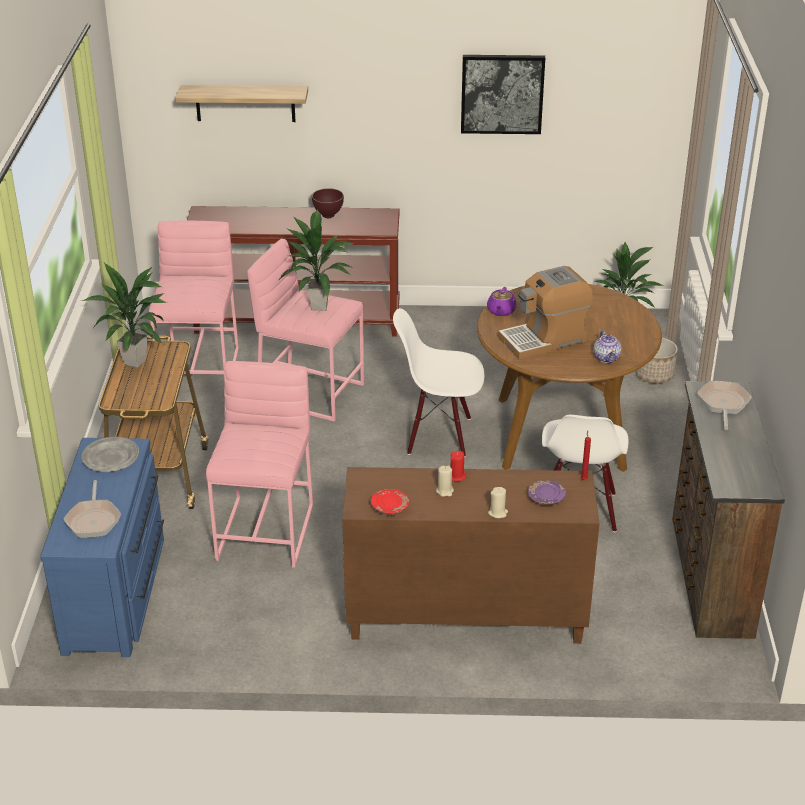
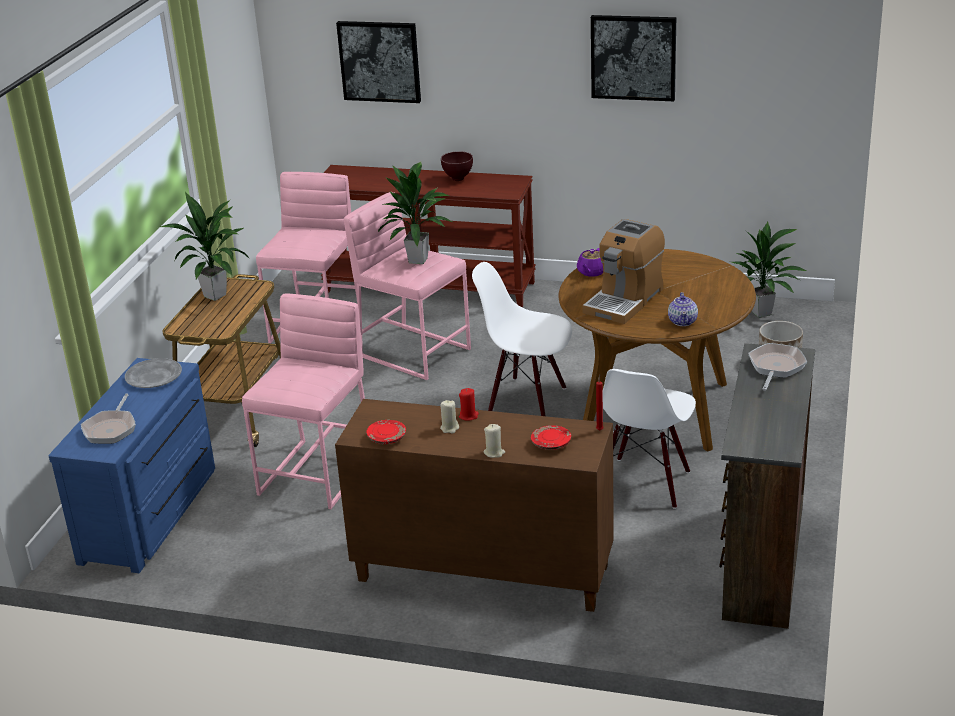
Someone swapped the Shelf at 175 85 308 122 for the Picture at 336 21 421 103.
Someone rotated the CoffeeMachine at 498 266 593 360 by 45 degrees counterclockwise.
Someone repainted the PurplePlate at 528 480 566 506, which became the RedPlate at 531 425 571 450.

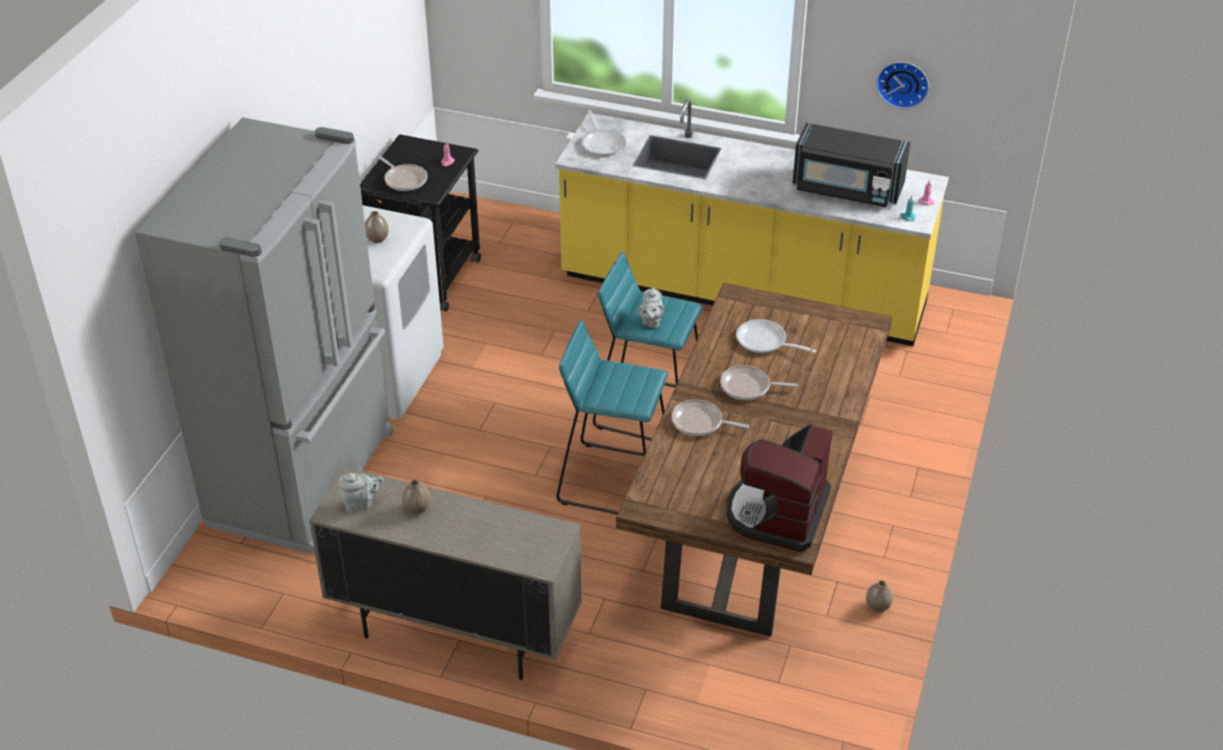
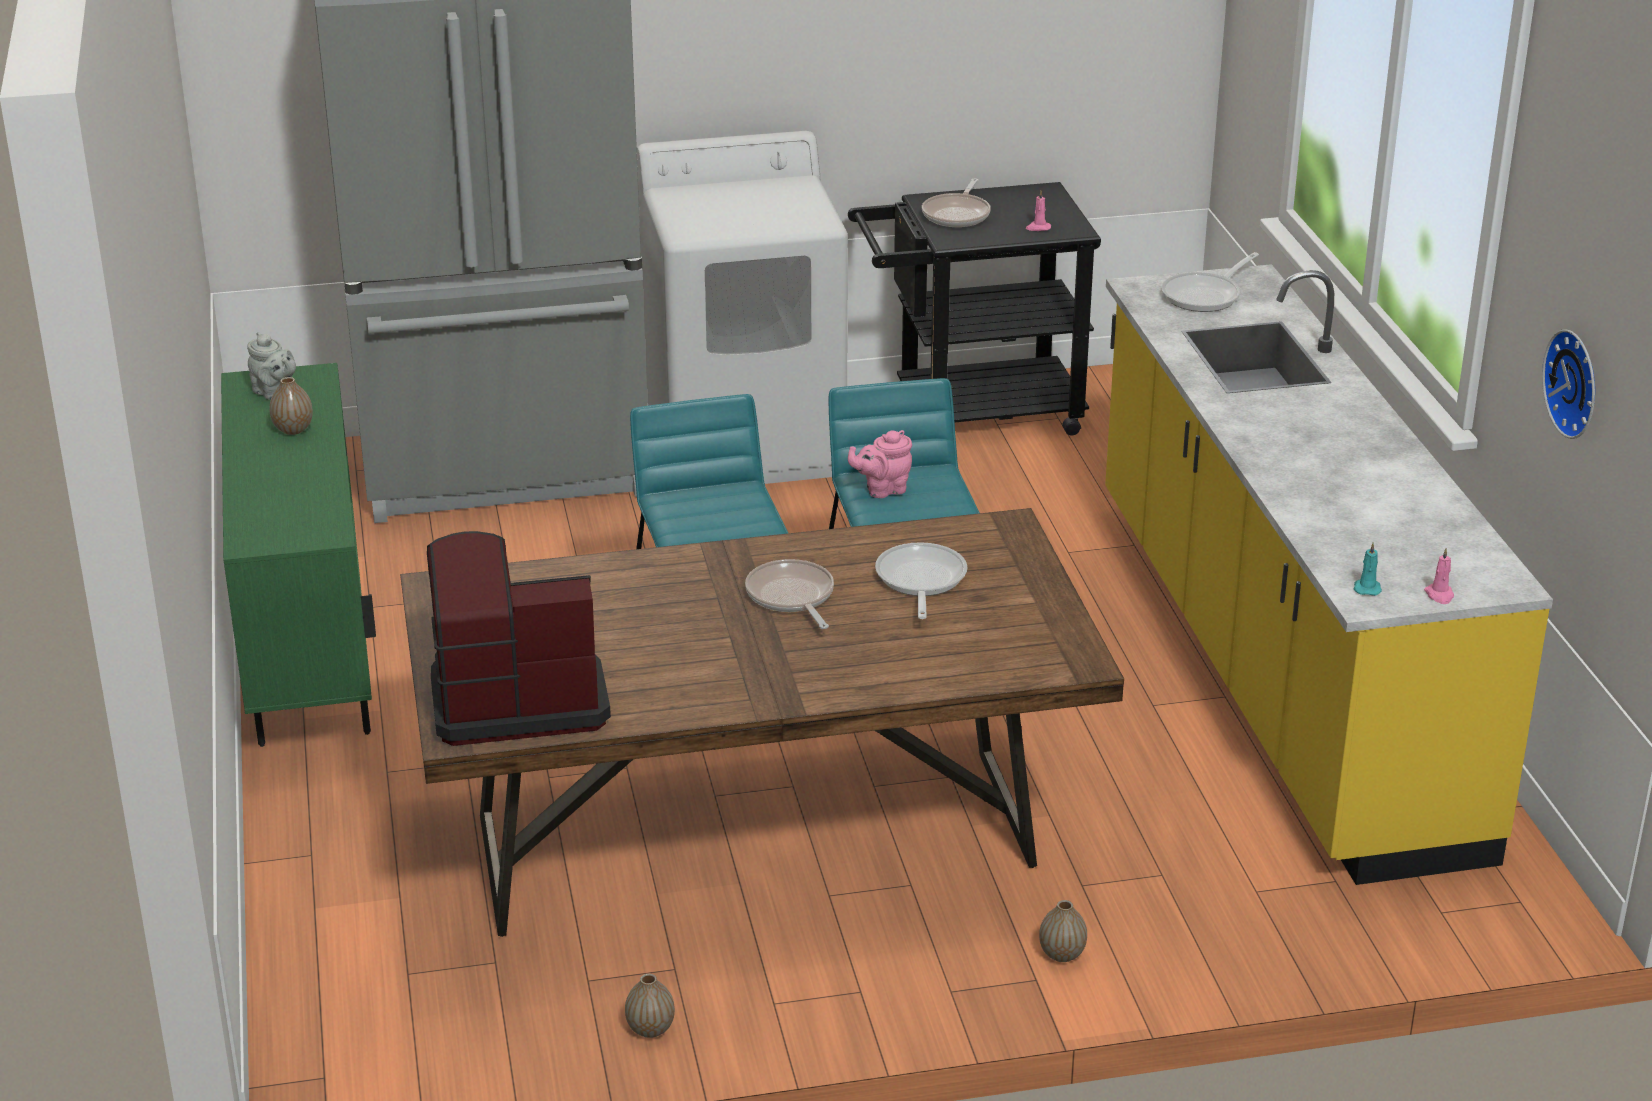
Someone took away the BlackMicrowave at 792 123 911 207.
Someone carried the Vase from 365 211 389 243 to 1039 900 1087 962.
Someone repainted the GreyTeapot at 638 287 664 329, which became the PinkTeapot at 848 430 912 498.
Someone took away the FryingPan at 671 399 749 436.
Someone repainted the BeigeCabinet at 309 467 582 680, which became the GreenCabinet at 221 363 376 747.

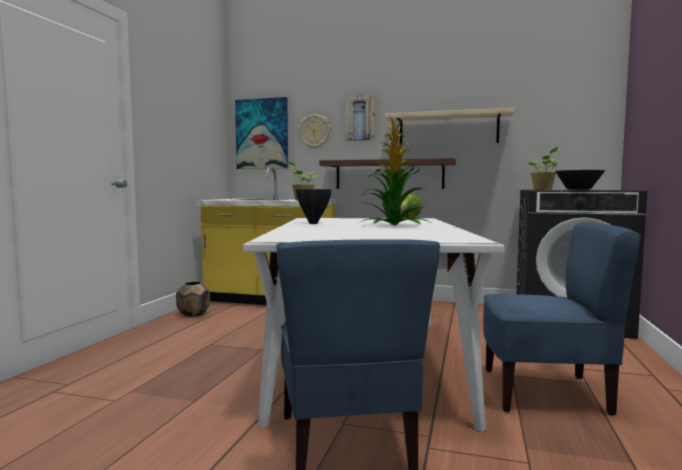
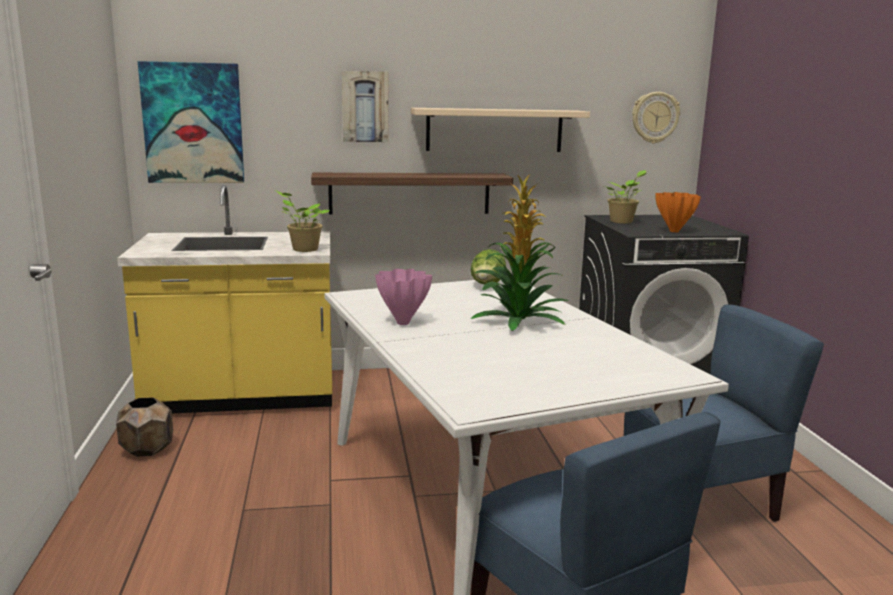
Someone carried the WallClock from 299 114 331 149 to 632 92 680 143.
Someone swapped the BlackBowl at 555 170 606 190 for the OrangeVase at 655 192 701 232.
Someone repainted the BlackVase at 296 189 332 224, which became the PinkVase at 375 269 432 325.

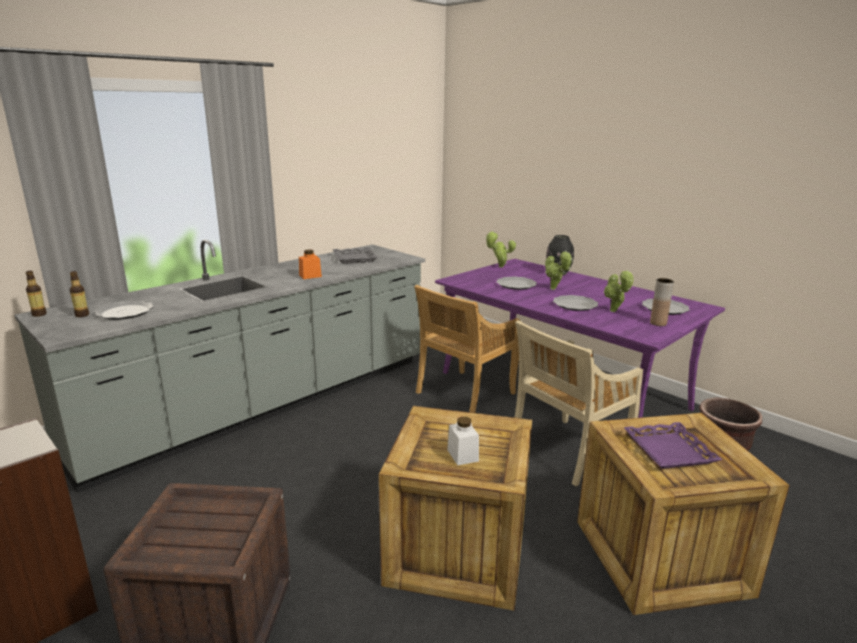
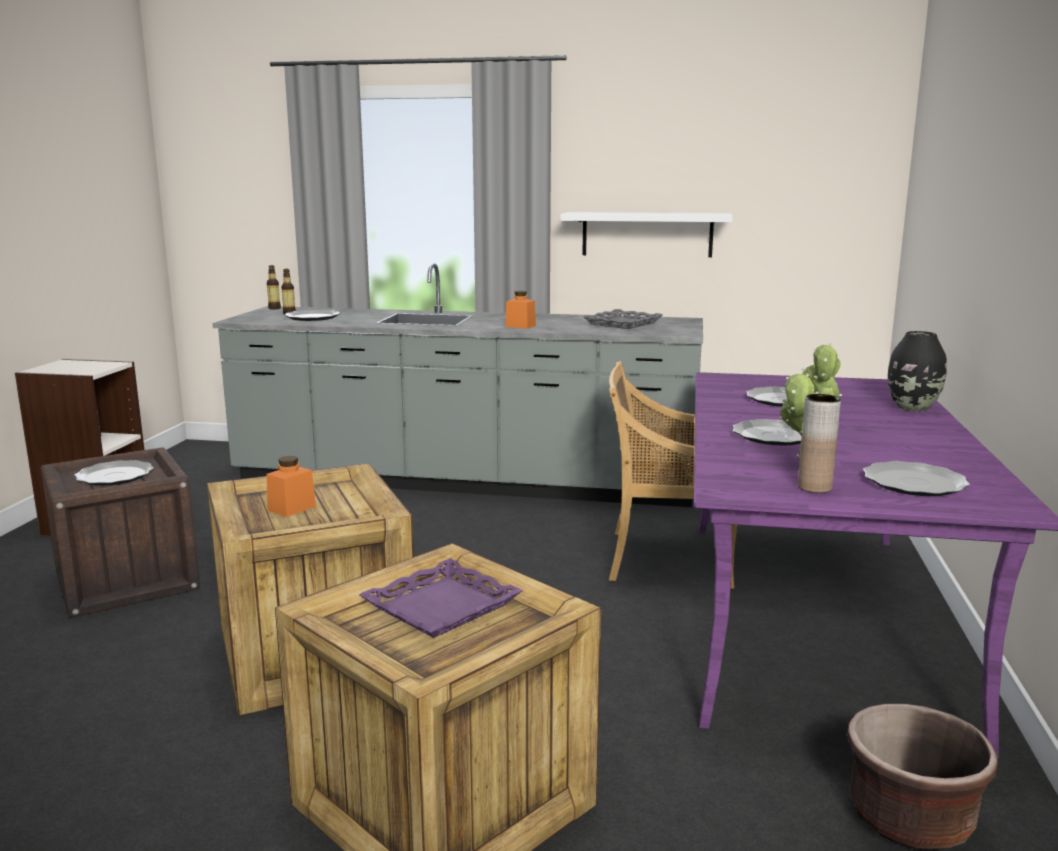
Someone took away the PottedPlant at 485 231 516 268.
Someone took away the BeigeChair at 514 320 643 486.
Someone repainted the WhiteJar at 447 417 479 466, which became the OrangeJar at 266 456 316 517.
Someone put up the WhiteShelf at 561 212 733 257.
Someone put down the Plate at 74 460 154 486.

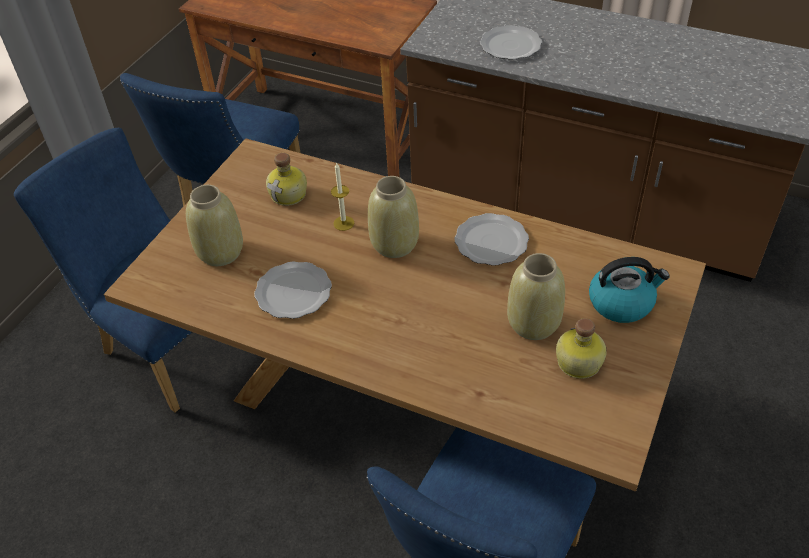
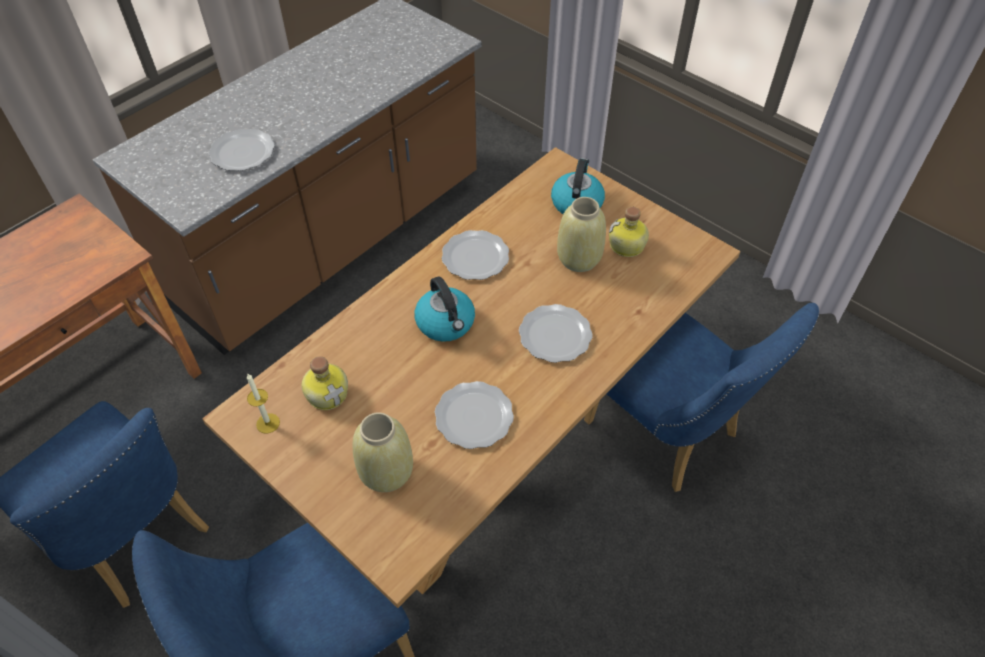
Someone carried the Candle from 331 162 354 231 to 247 374 280 433.
Someone swapped the BeigeVase at 368 176 419 258 for the Kettle at 415 276 475 342.
Someone put down the Plate at 519 304 593 363.

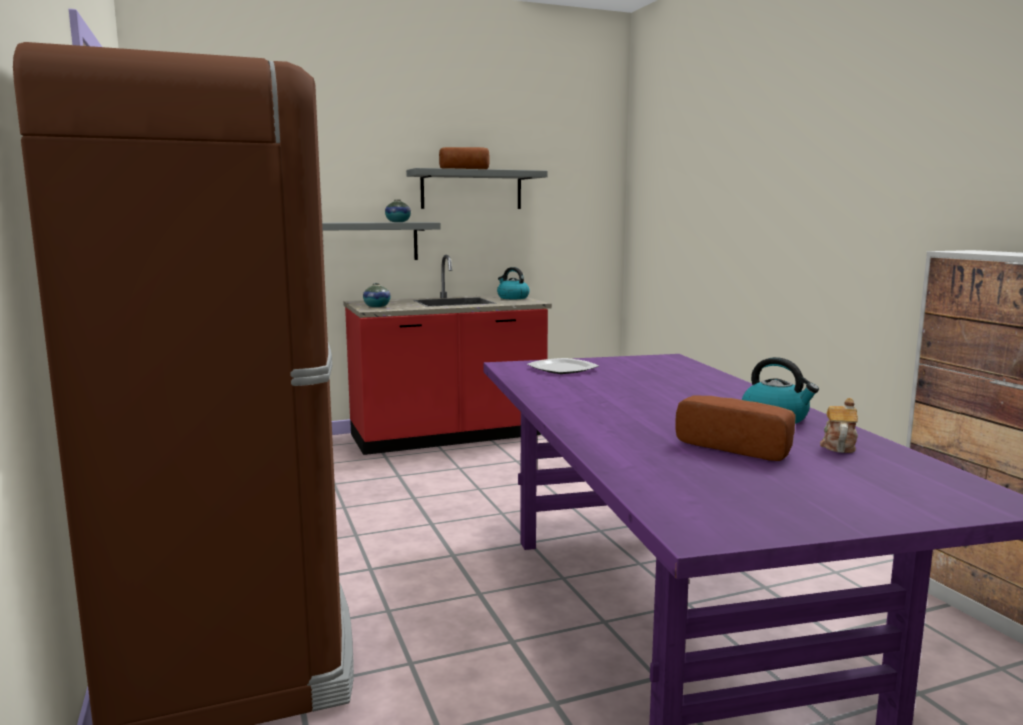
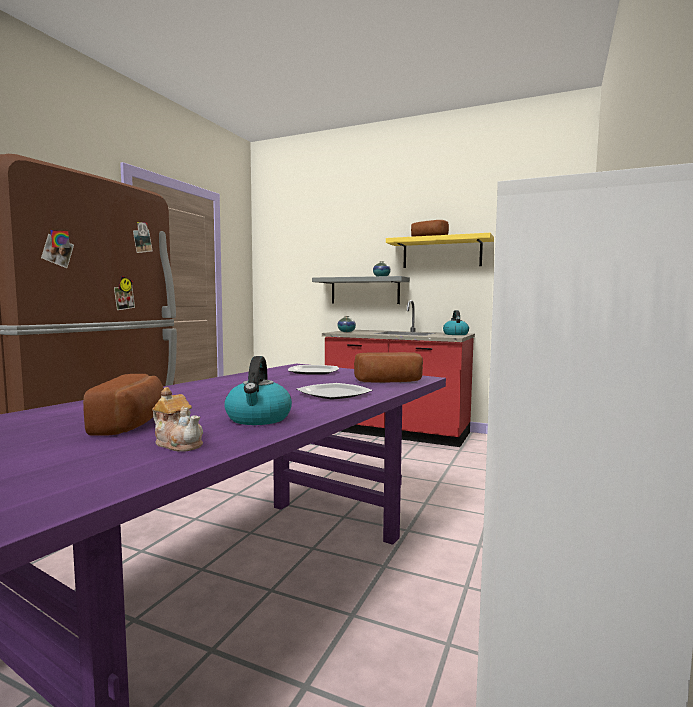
Someone repainted the GreyShelf at 406 168 548 209, which became the YellowShelf at 386 233 494 268.
Someone rotated the Teapot at 820 398 858 453 by 60 degrees clockwise.
Someone put down the Bread at 354 352 423 382.
Someone put down the Plate at 297 383 372 400.

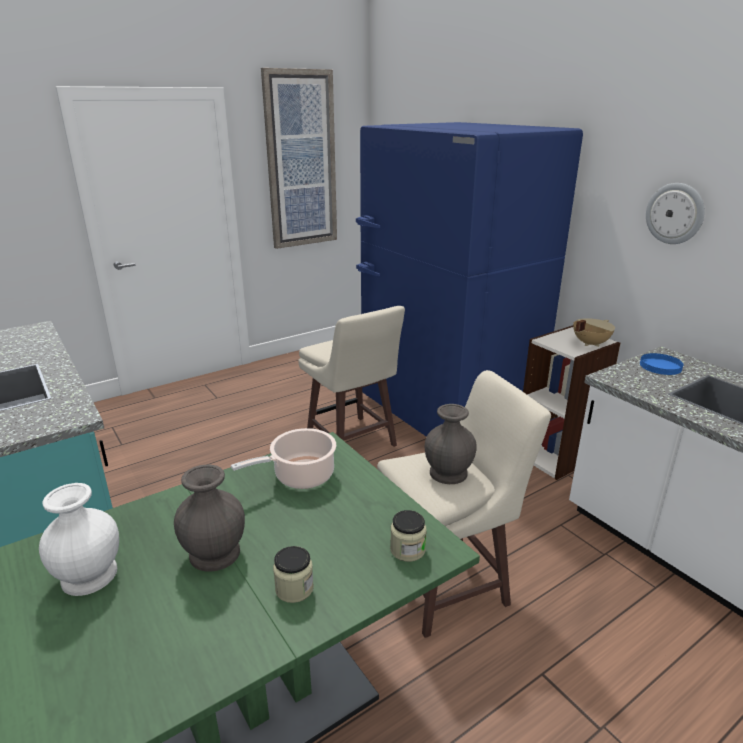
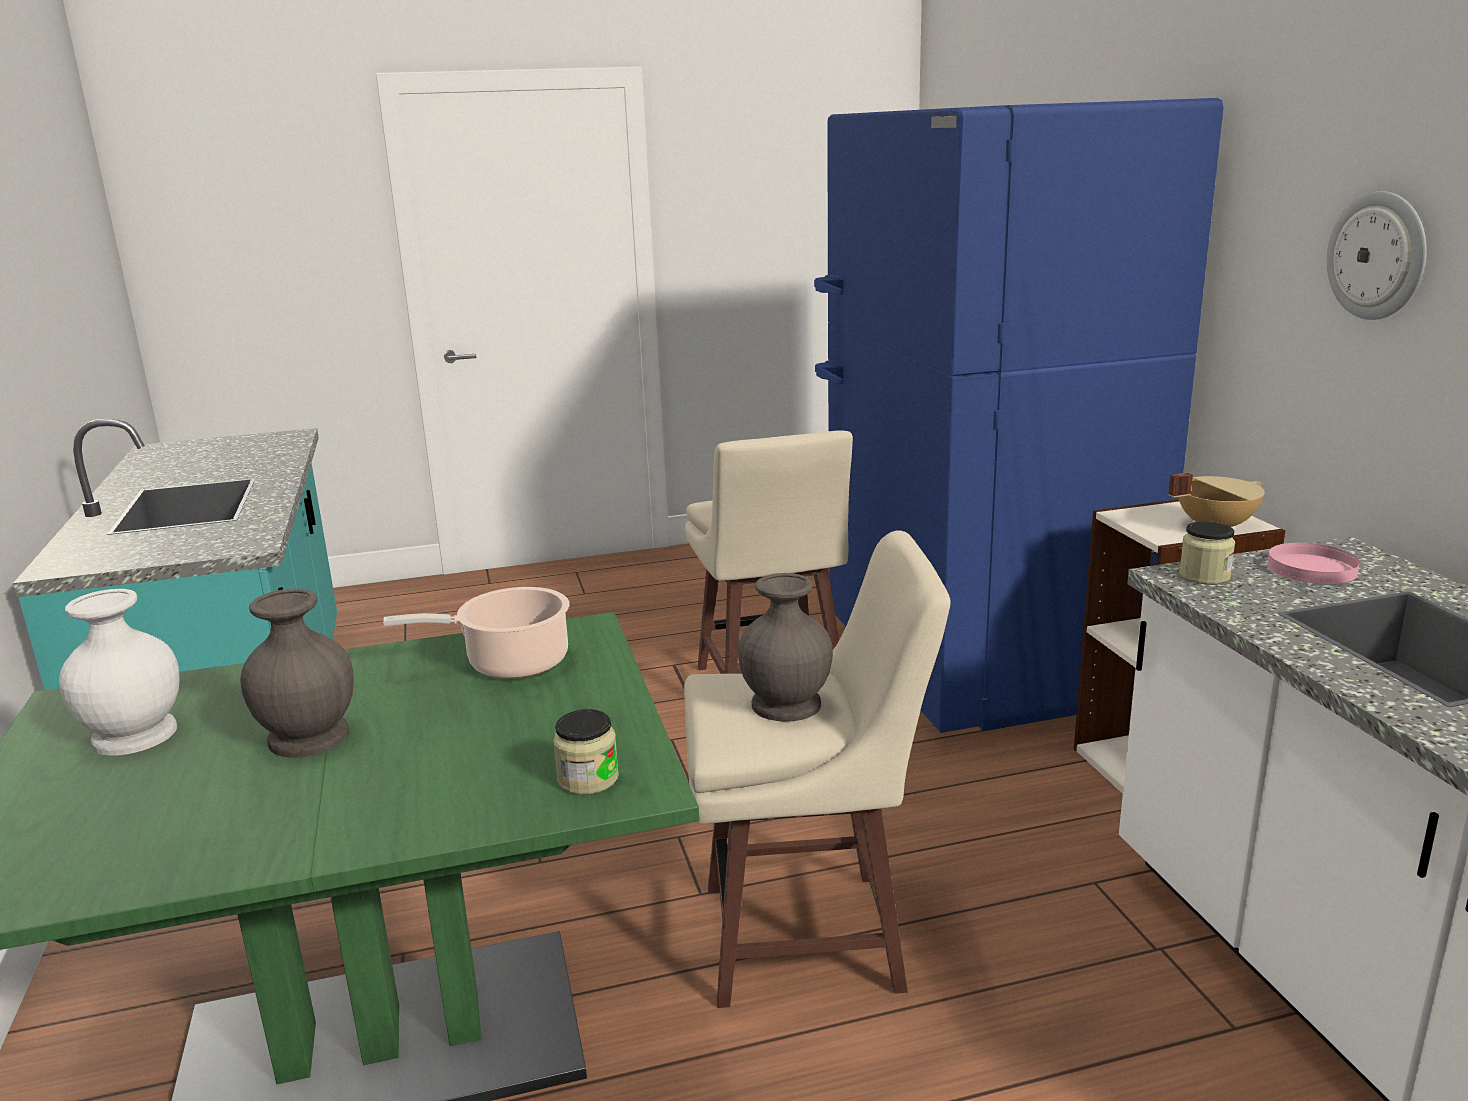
Someone took away the Picture at 261 68 337 249.
Someone repainted the BluePlate at 640 353 683 375, which became the PinkPlate at 1267 543 1360 584.
Someone carried the Jar from 273 546 314 603 to 1179 521 1235 585.

